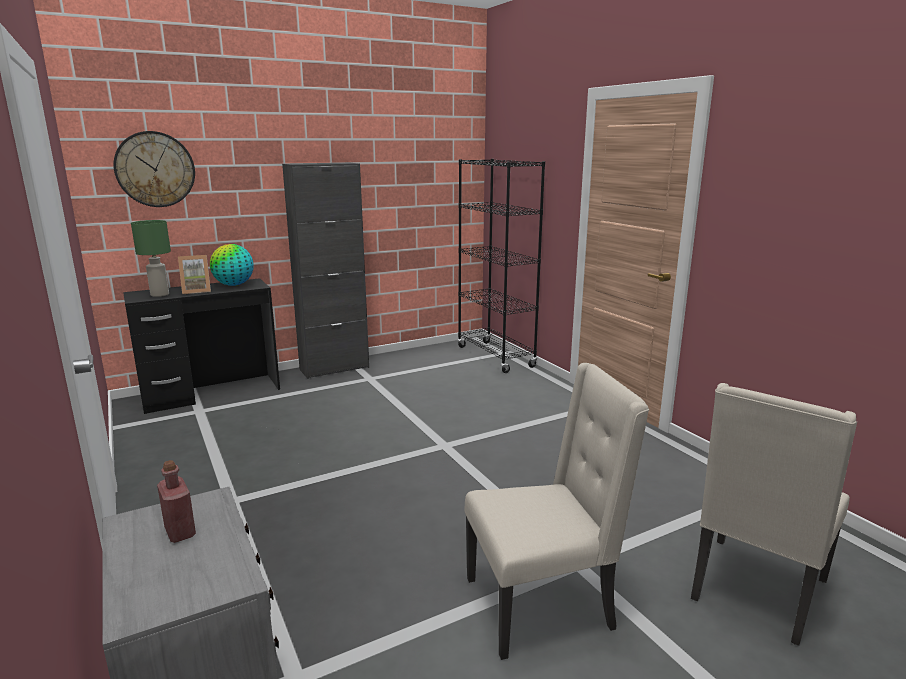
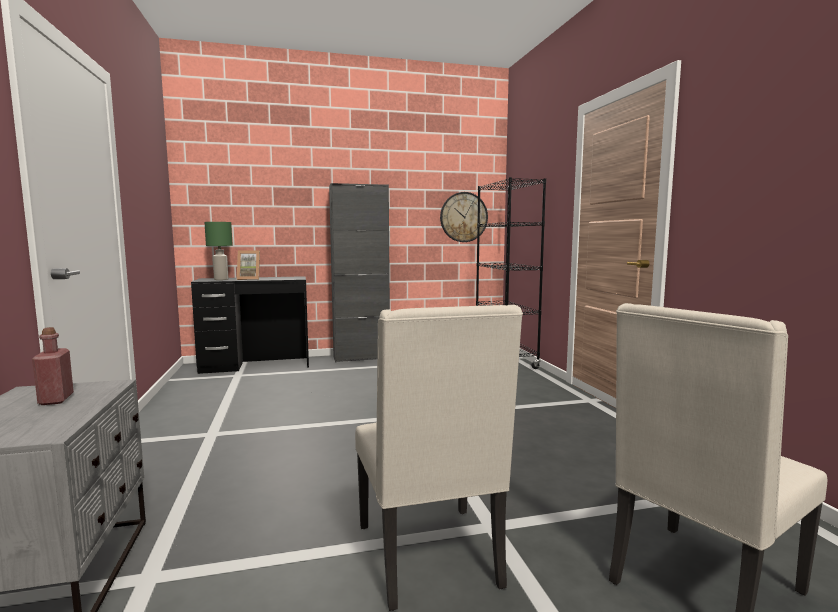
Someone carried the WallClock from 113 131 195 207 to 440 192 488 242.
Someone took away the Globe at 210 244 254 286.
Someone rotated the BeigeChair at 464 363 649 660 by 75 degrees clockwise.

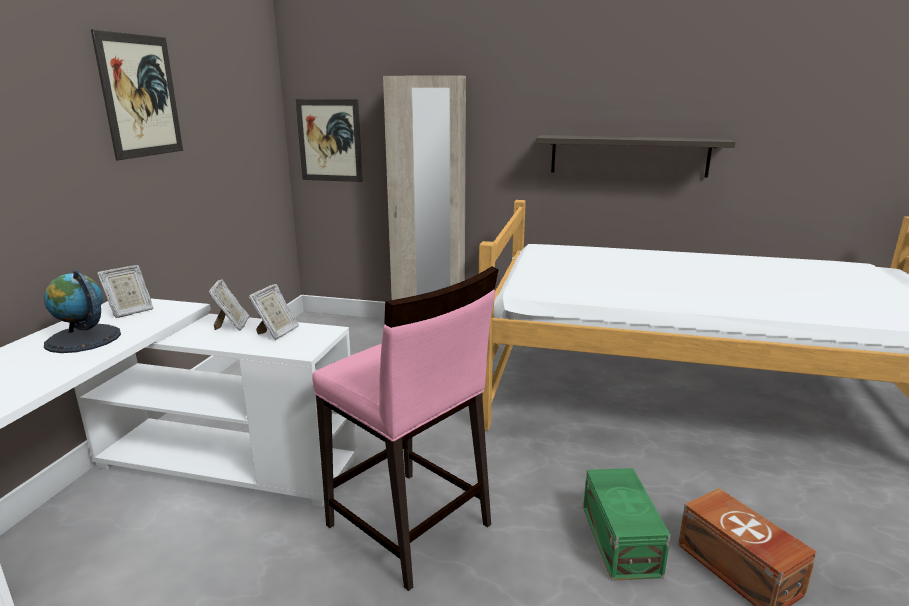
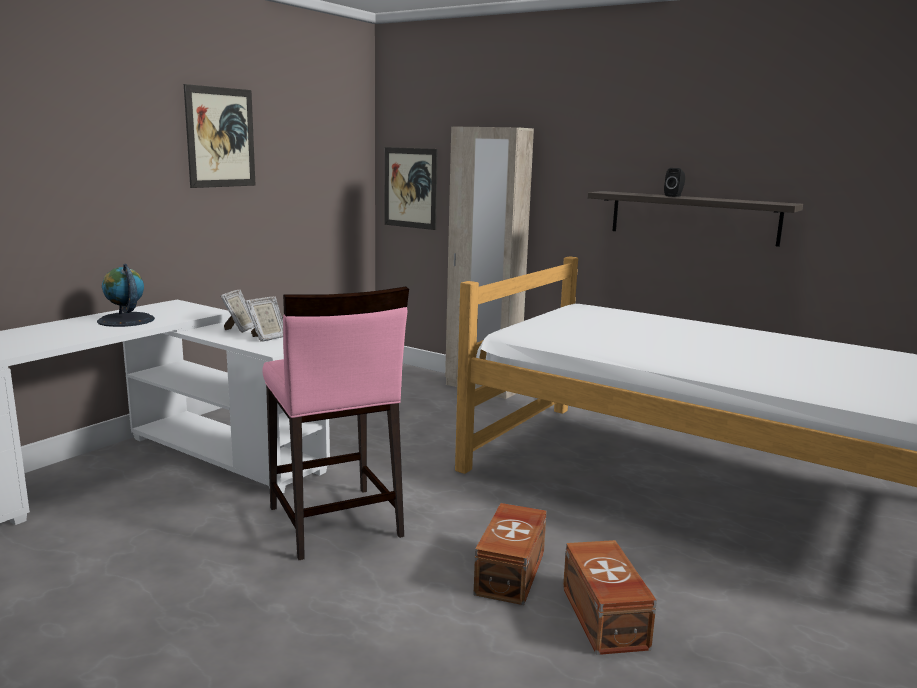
Someone took away the PictureFrame at 97 265 153 318.
Someone repainted the GreenStorageBox at 583 468 671 581, which became the BrownStorageBox at 474 503 547 605.
Someone put down the BlackSpeaker at 664 168 685 197.

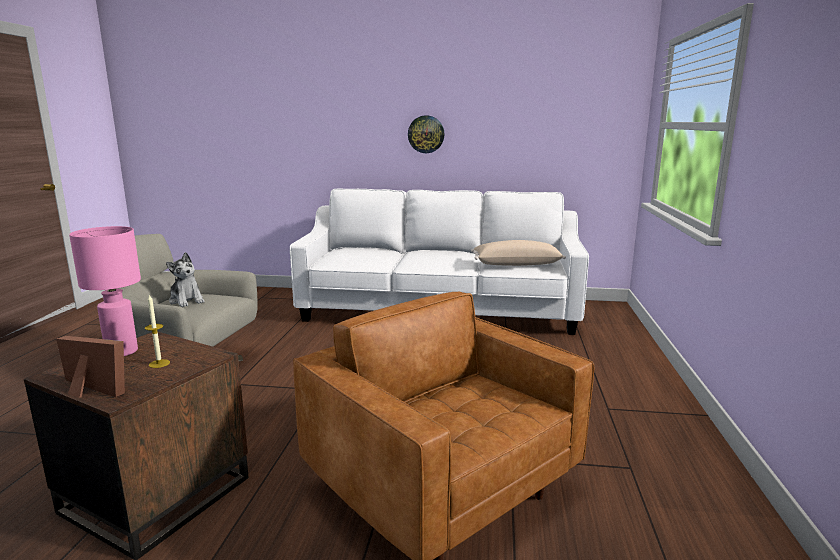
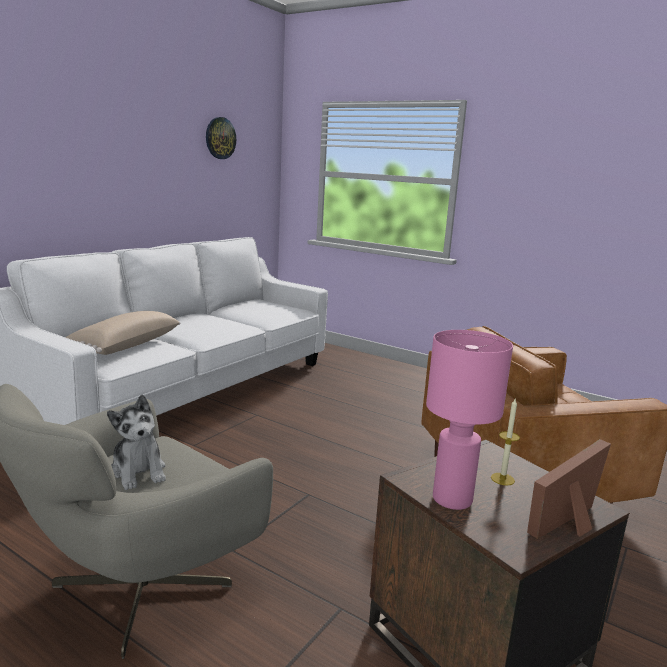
Someone carried the WallClock from 408 115 445 153 to 206 117 236 159.
Someone carried the BeigePillow from 471 240 566 266 to 65 311 180 355.
Someone rotated the PlushToy at 166 252 205 307 by 75 degrees clockwise.

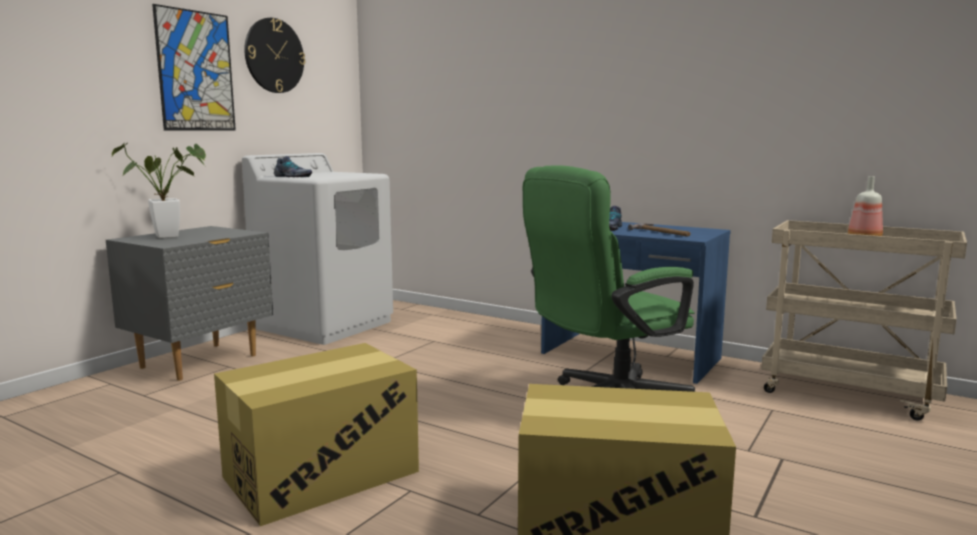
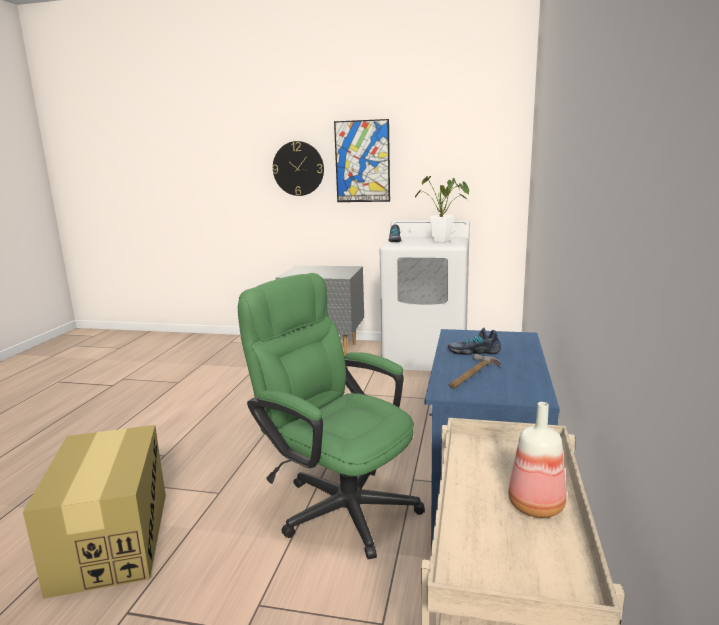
Someone carried the WallClock from 244 18 305 93 to 272 141 324 196.
Someone carried the PottedPlant from 112 143 206 238 to 415 176 469 243.
Someone took away the CardboardBox at 214 343 419 526.

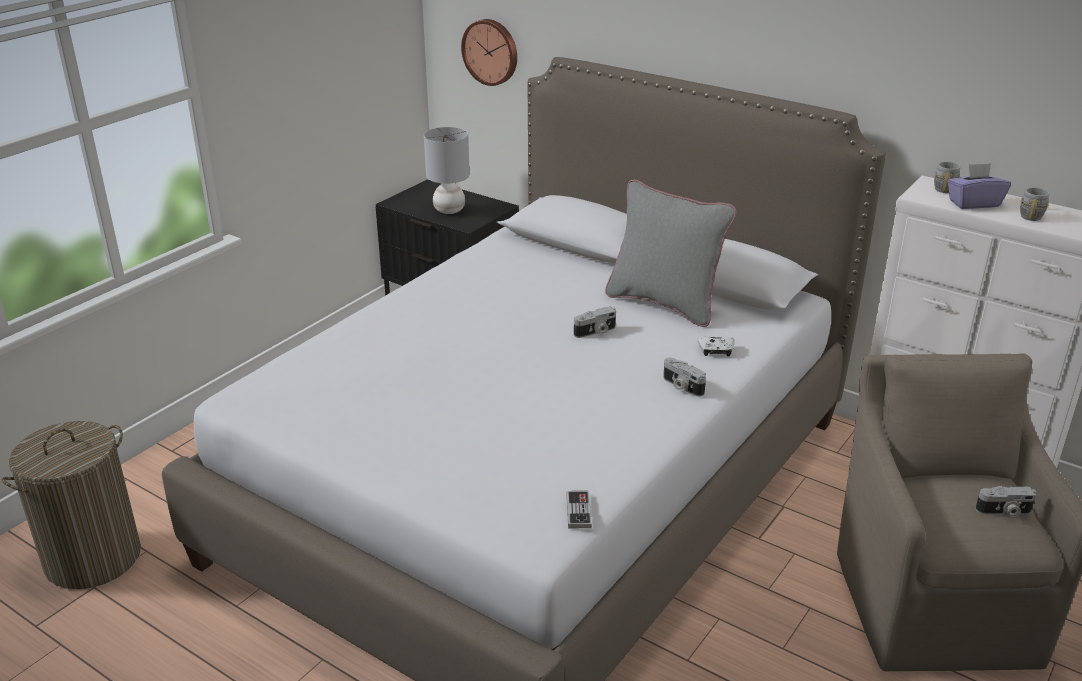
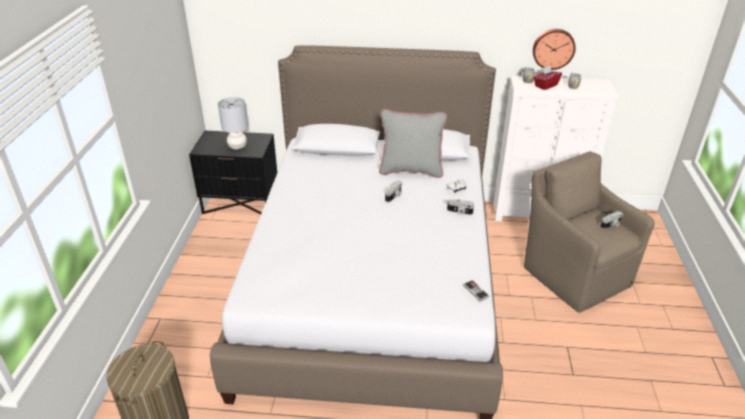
Someone carried the WallClock from 461 19 517 86 to 533 29 576 70.
Someone repainted the PurpleTissueBox at 947 163 1011 209, which became the RedTissueBox at 534 66 562 90.

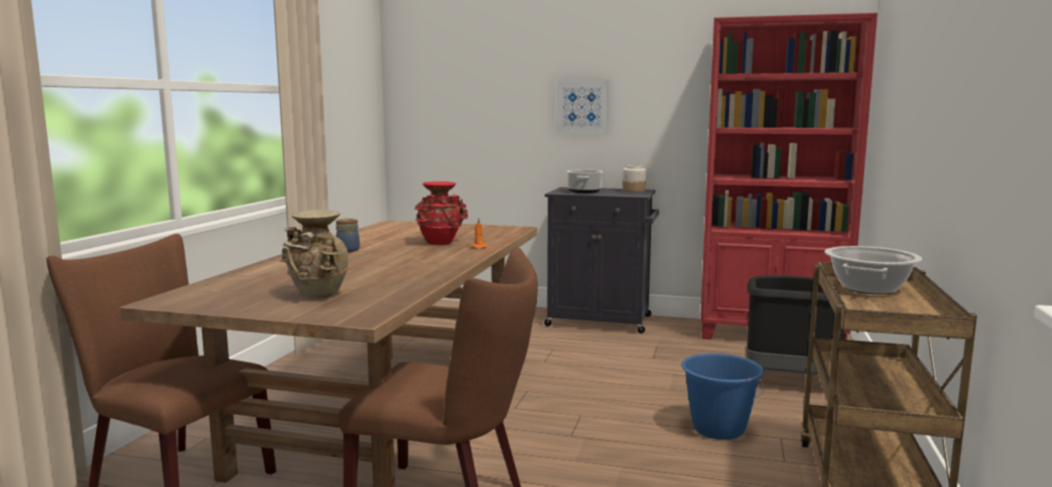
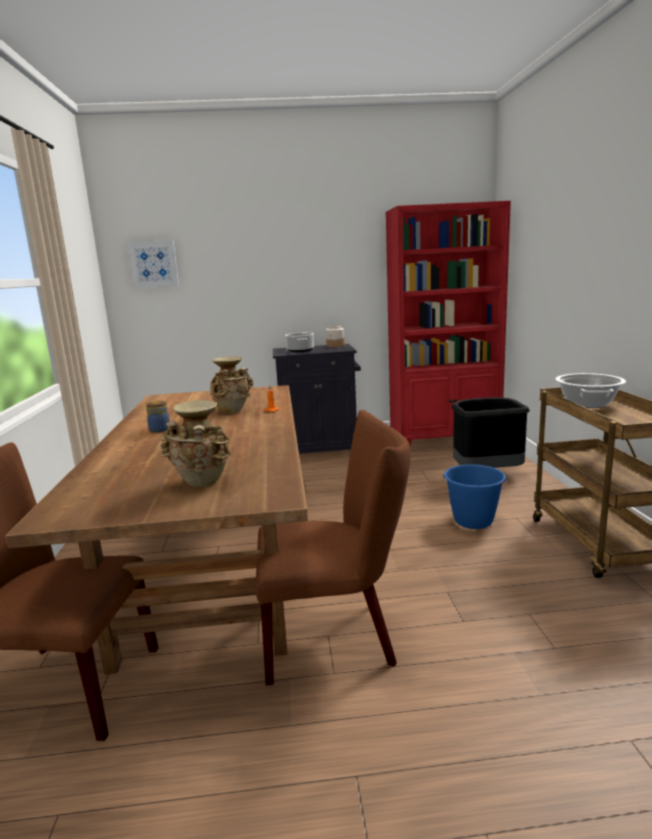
Someone carried the Picture from 556 80 609 134 to 127 240 179 288.
Someone repainted the RedVase at 415 181 468 245, which became the BeigeVase at 210 357 253 413.

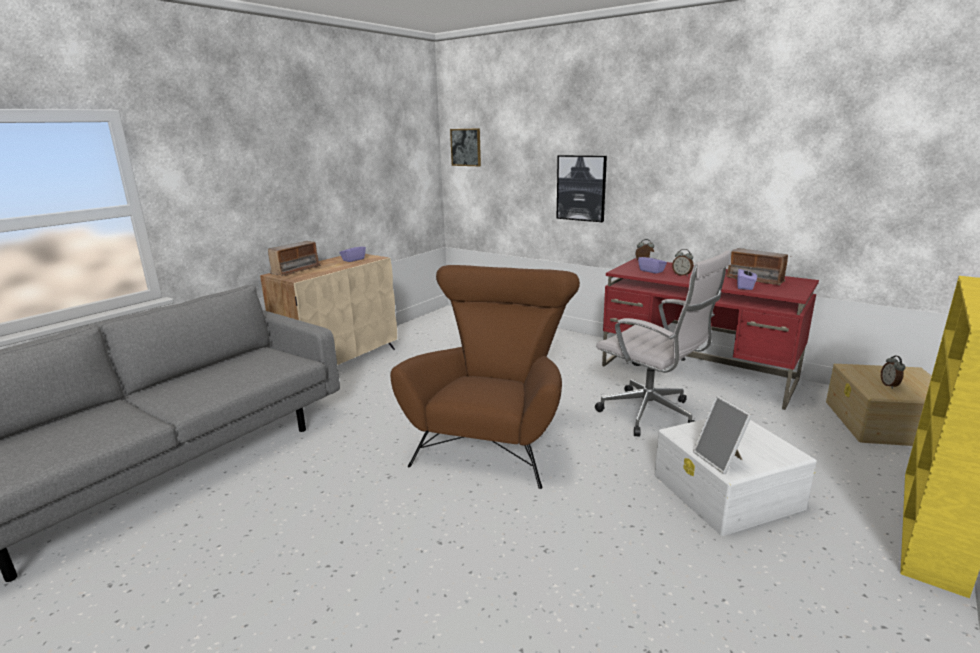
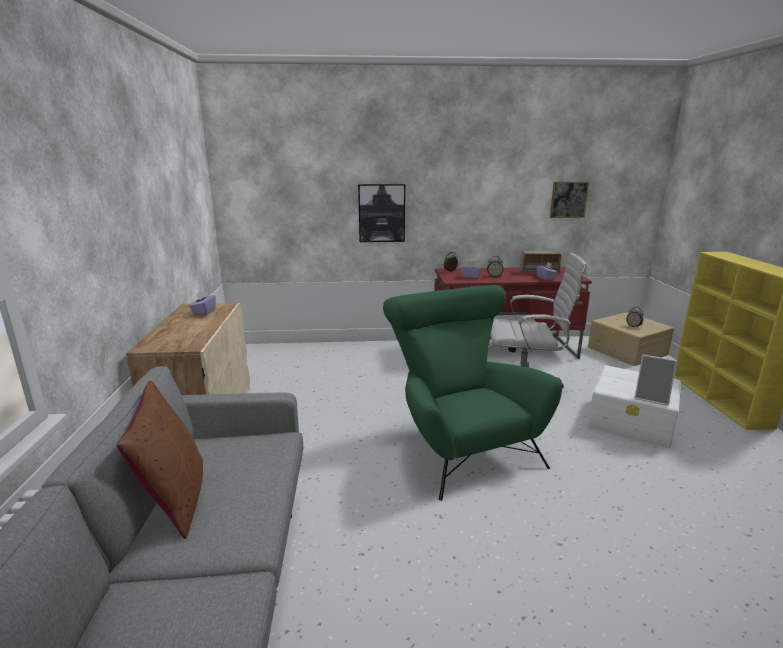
Someone carried the Picture from 450 128 481 166 to 550 182 589 218.
Someone took away the Radio at 268 241 321 276.
Someone repainted the BrownArmchair at 390 265 580 489, which became the GreenArmchair at 383 285 563 501.
Someone put down the BrownPillow at 117 381 203 539.

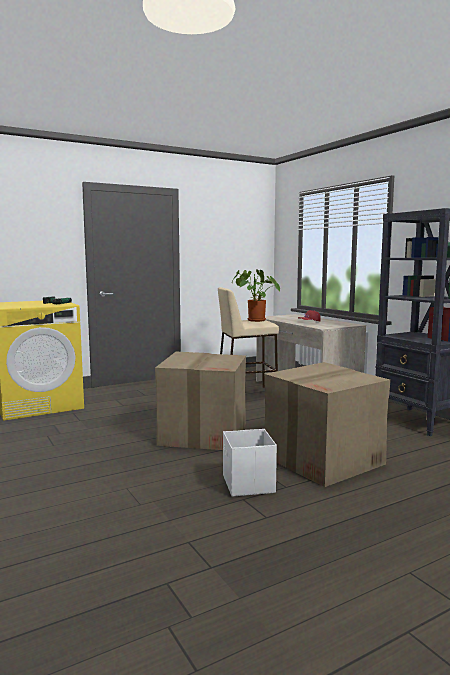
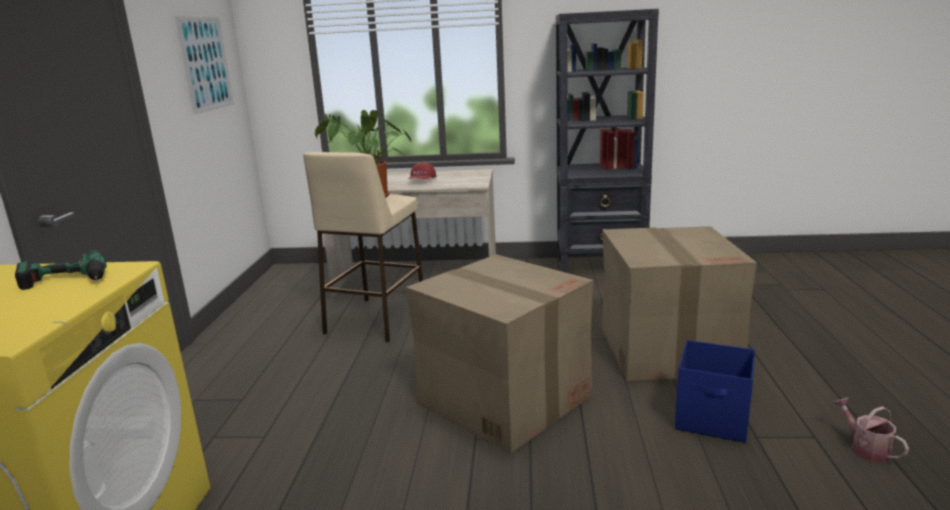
Someone repainted the WhiteStorageBox at 223 429 277 497, which became the BlueStorageBox at 675 340 755 443.
Someone put up the Picture at 175 16 234 115.
Someone put down the WateringCan at 833 397 909 463.

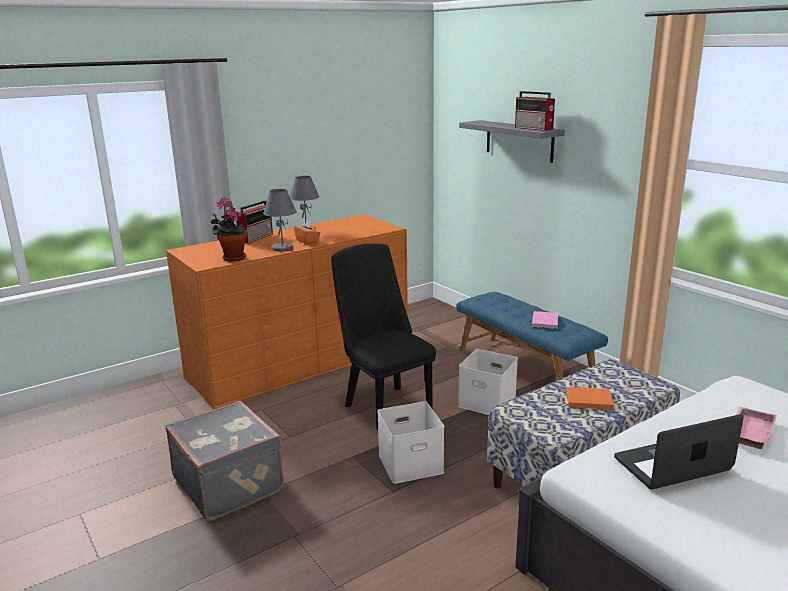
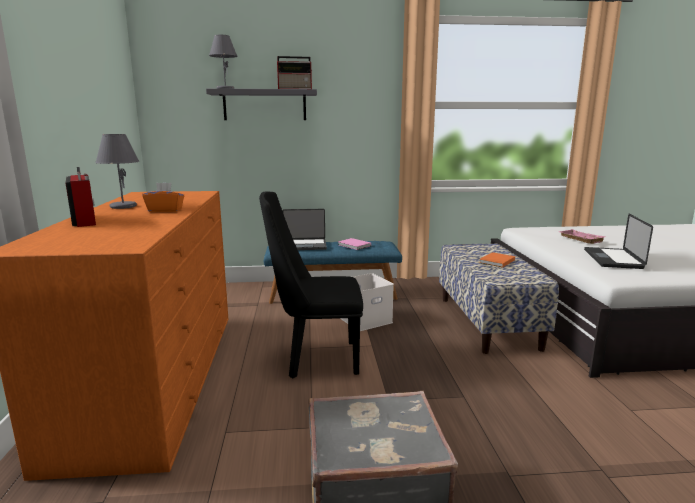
Someone carried the GreyTableLamp from 263 189 297 251 to 209 35 238 89.
Someone took away the PottedPlant at 211 198 247 261.
Someone took away the WhiteStorageBox at 378 401 444 484.
Someone put down the Laptop at 282 209 327 250.

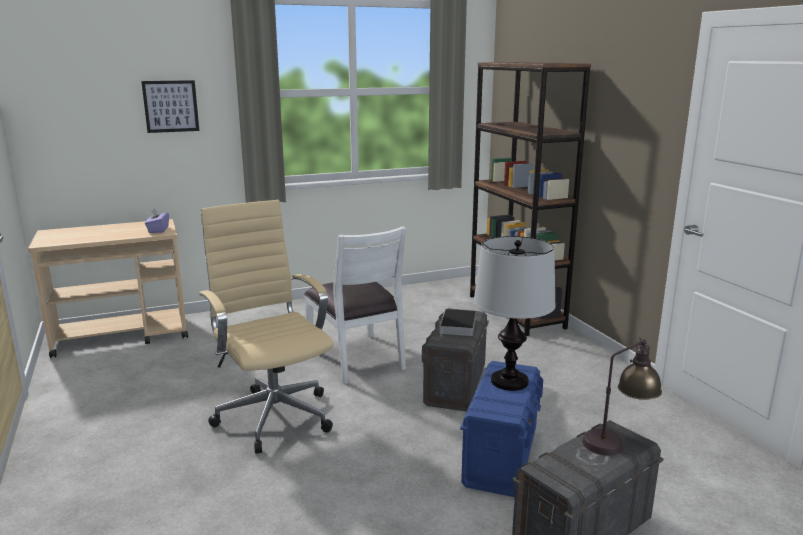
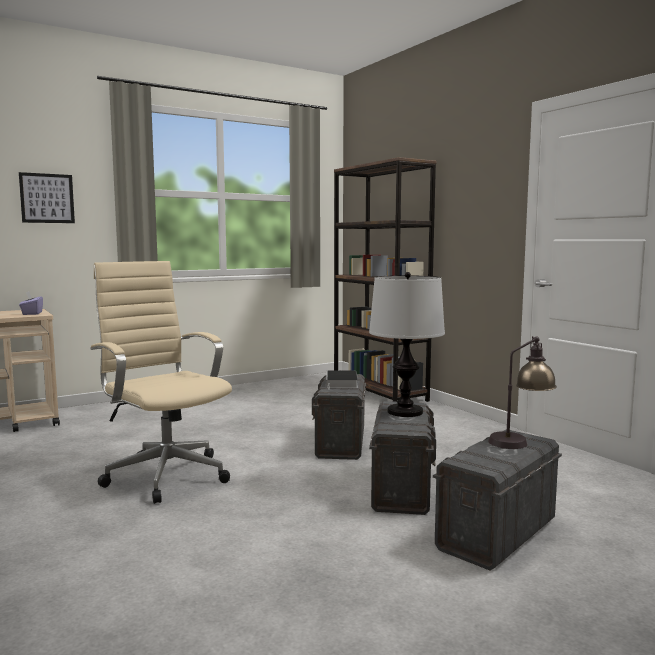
Someone took away the WhiteChair at 304 226 406 384.
Someone repainted the BlueStorageBox at 460 361 543 497, which became the GreyStorageBox at 369 401 436 515.

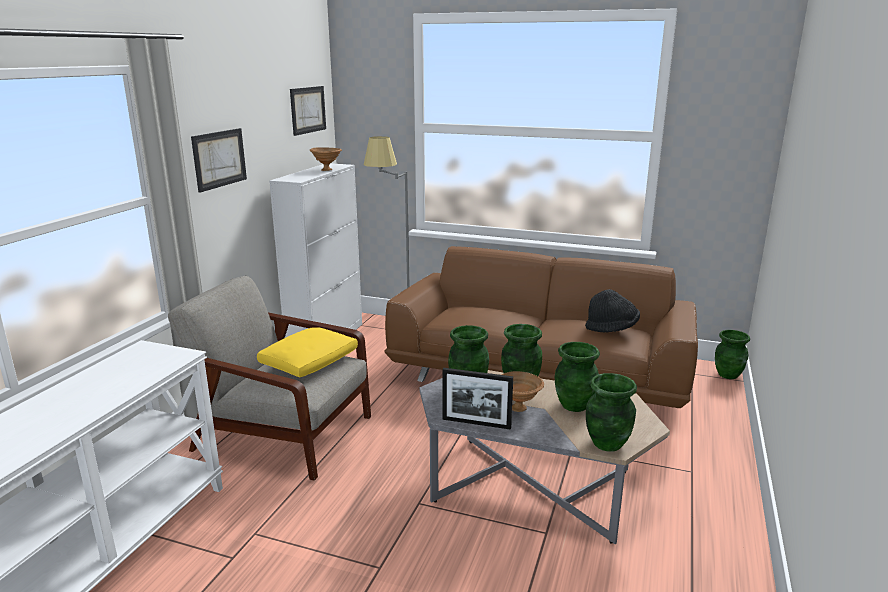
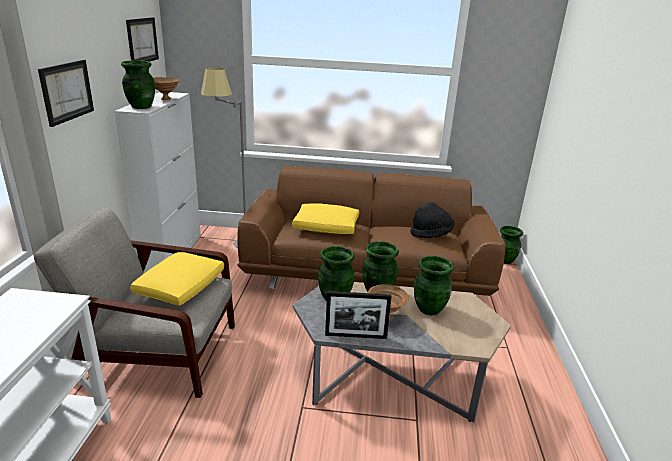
Someone carried the GreenVase from 586 373 637 452 to 121 60 155 109.
Someone put down the YellowPillow at 292 203 359 234.

